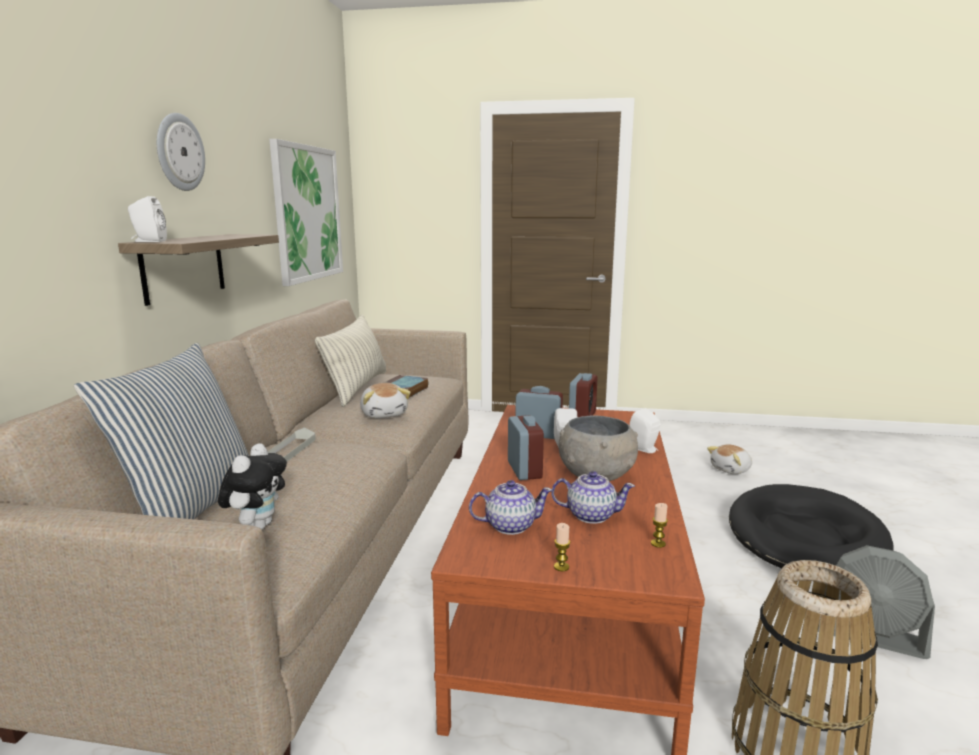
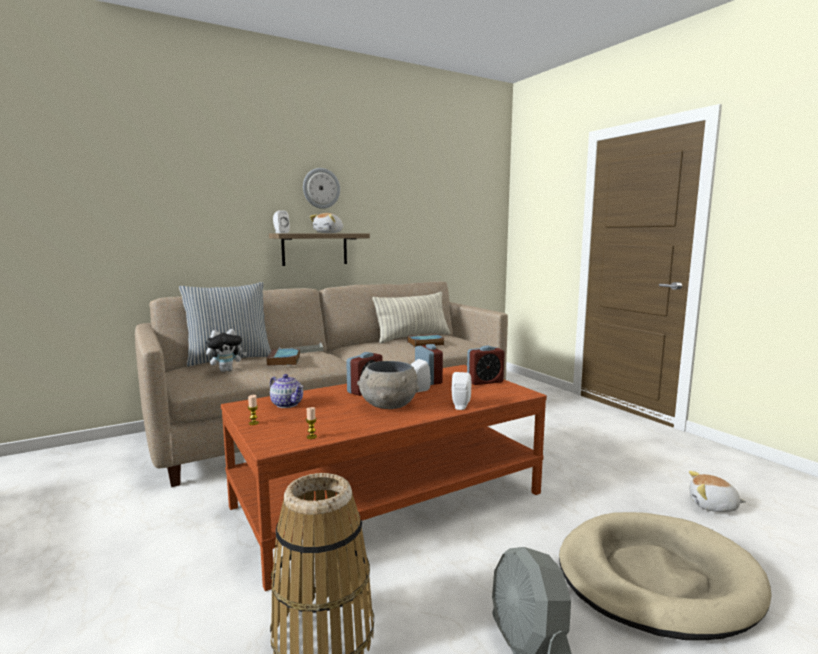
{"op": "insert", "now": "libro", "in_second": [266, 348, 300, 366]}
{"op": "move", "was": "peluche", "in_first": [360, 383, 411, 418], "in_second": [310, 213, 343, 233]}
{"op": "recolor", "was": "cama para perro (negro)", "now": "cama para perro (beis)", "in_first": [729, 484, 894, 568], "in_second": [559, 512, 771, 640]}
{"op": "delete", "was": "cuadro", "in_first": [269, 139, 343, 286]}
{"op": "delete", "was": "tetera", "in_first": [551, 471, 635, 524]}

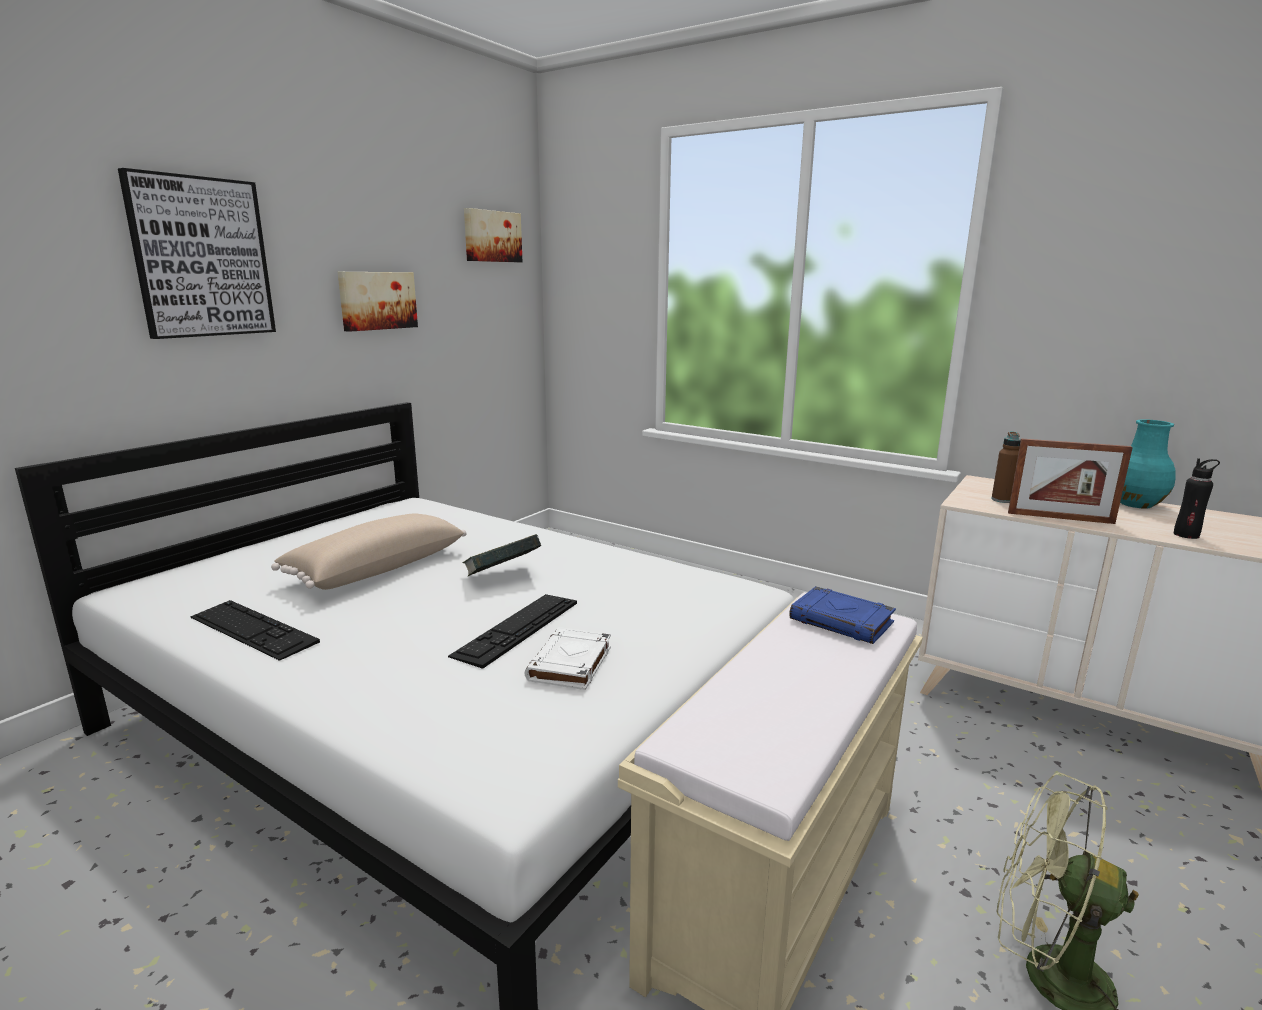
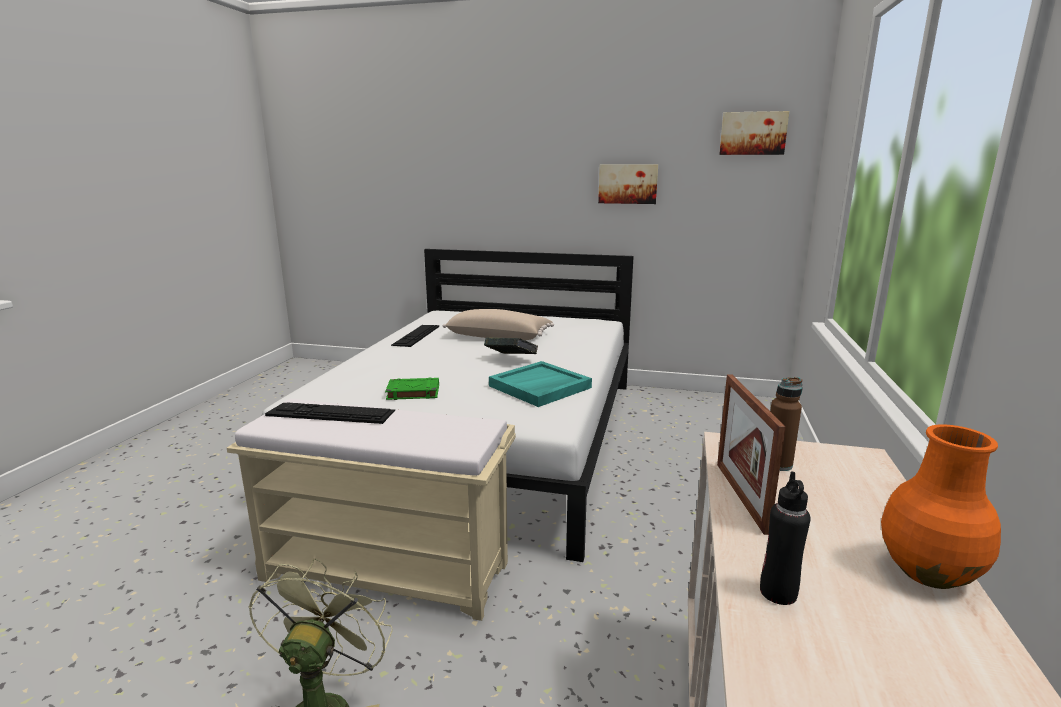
{"op": "move", "was": "teclado", "in_first": [448, 594, 577, 669], "in_second": [265, 403, 395, 424]}
{"op": "recolor", "was": "libro (blanco)", "now": "libro (verde)", "in_first": [524, 627, 611, 690], "in_second": [385, 378, 439, 400]}
{"op": "insert", "now": "bandeja (turquesa)", "in_second": [489, 361, 592, 407]}
{"op": "recolor", "was": "florero (turquesa)", "now": "florero (naranja)", "in_first": [1120, 419, 1176, 508], "in_second": [881, 424, 1001, 589]}
{"op": "delete", "was": "cuadro", "in_first": [118, 168, 276, 339]}
{"op": "delete", "was": "libro (azul)", "in_first": [789, 586, 896, 644]}

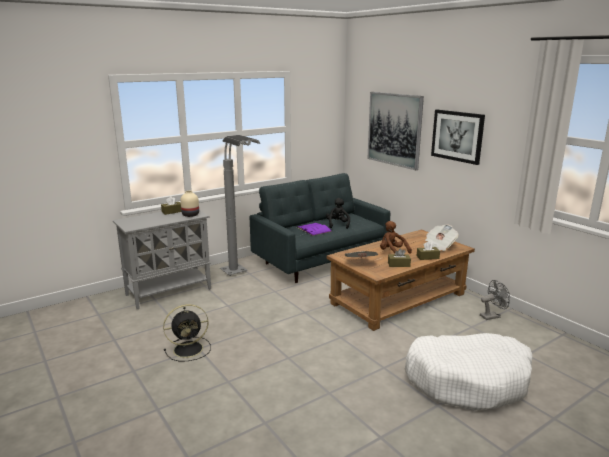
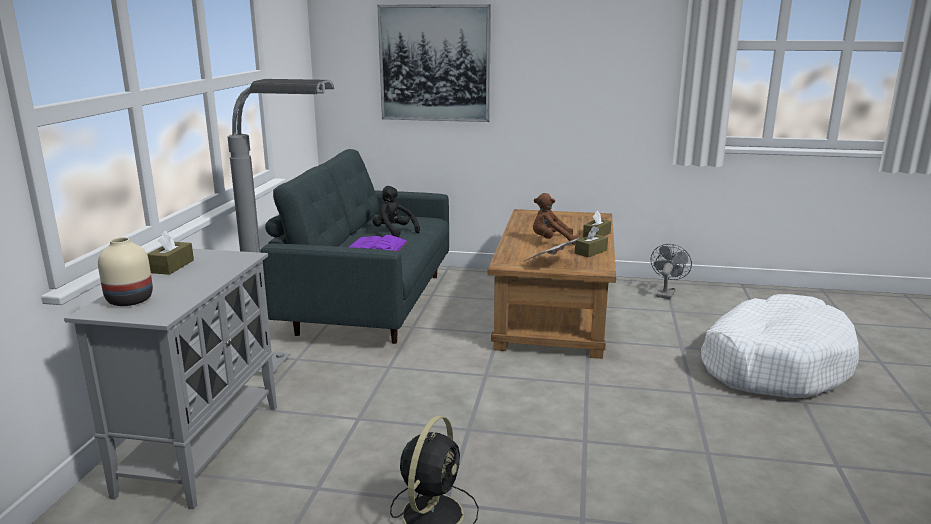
{"op": "move", "was": "florero (beis)", "in_first": [180, 191, 199, 217], "in_second": [98, 237, 153, 306]}
{"op": "delete", "was": "periódico", "in_first": [425, 225, 458, 251]}
{"op": "delete", "was": "cuadro", "in_first": [431, 110, 485, 165]}

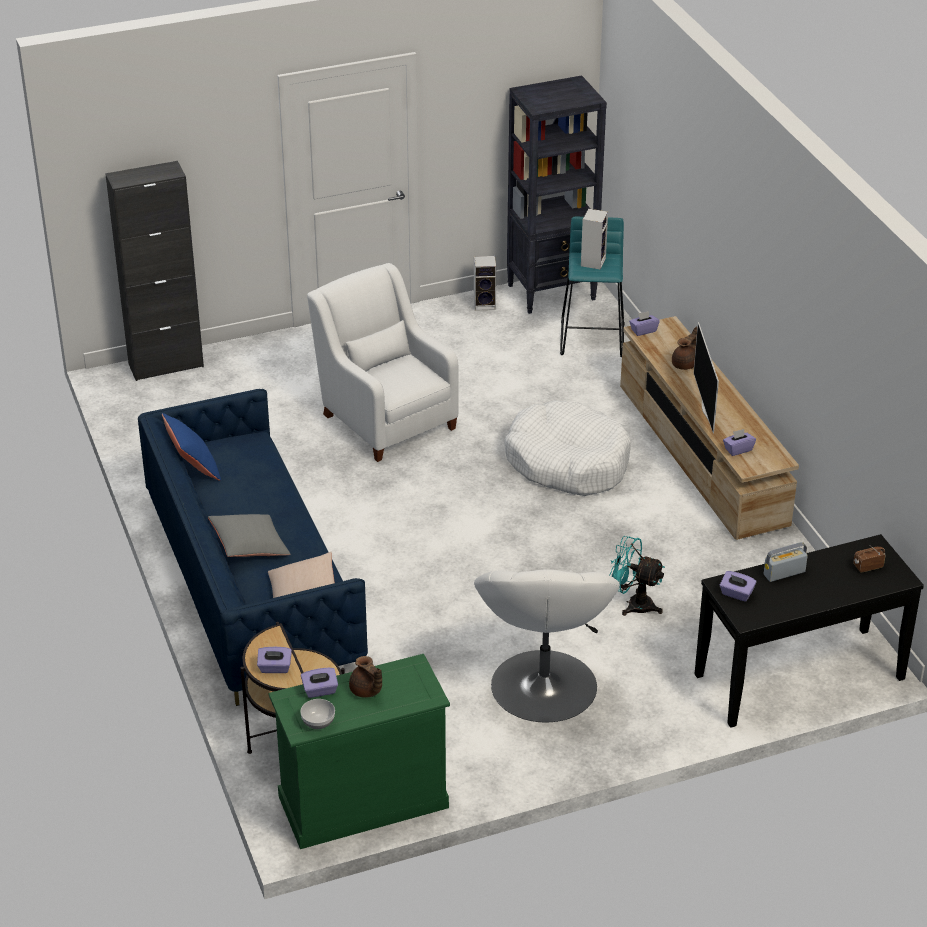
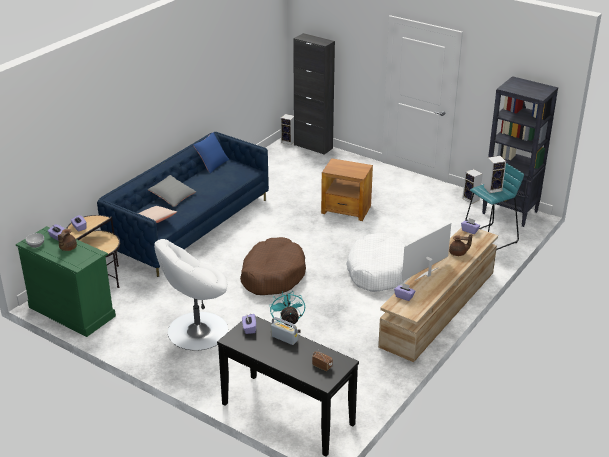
{"op": "insert", "now": "cama para perro (marrón)", "in_second": [240, 237, 306, 295]}
{"op": "insert", "now": "altavoz", "in_second": [281, 114, 294, 145]}
{"op": "replace", "was": "sillón (blanco)", "now": "mesa auxiliar (marrón)", "in_first": [307, 263, 459, 462], "in_second": [321, 158, 373, 221]}

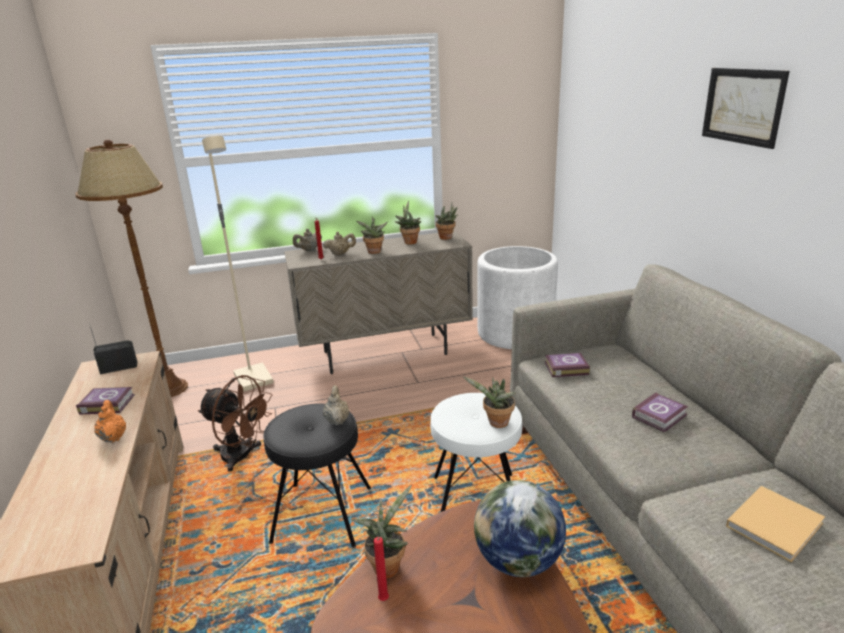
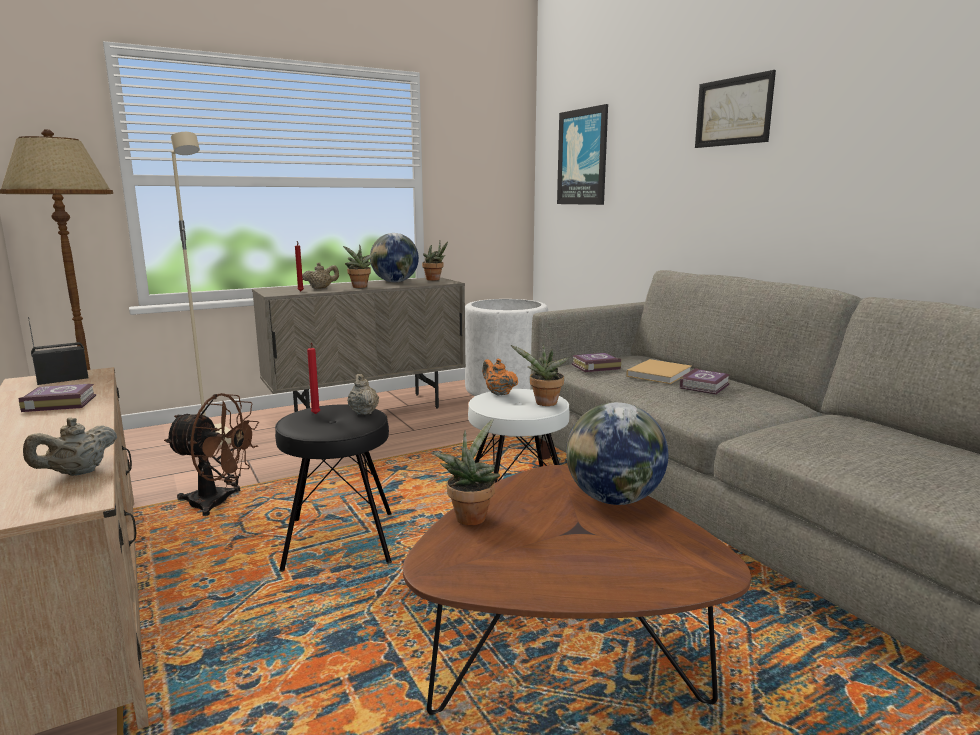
{"op": "move", "was": "tetera (beis)", "in_first": [293, 229, 322, 251], "in_second": [23, 418, 117, 476]}
{"op": "move", "was": "vela (rojo)", "in_first": [373, 537, 389, 601], "in_second": [307, 343, 320, 414]}
{"op": "replace", "was": "planta en maceta", "now": "globo terráqueo", "in_first": [395, 201, 421, 245], "in_second": [370, 233, 419, 282]}
{"op": "move", "was": "tetera (naranja)", "in_first": [94, 400, 126, 443], "in_second": [482, 358, 518, 396]}
{"op": "insert", "now": "cuadro", "in_second": [557, 104, 608, 205]}
{"op": "move", "was": "libro (beis)", "in_first": [726, 486, 825, 562], "in_second": [626, 359, 692, 384]}

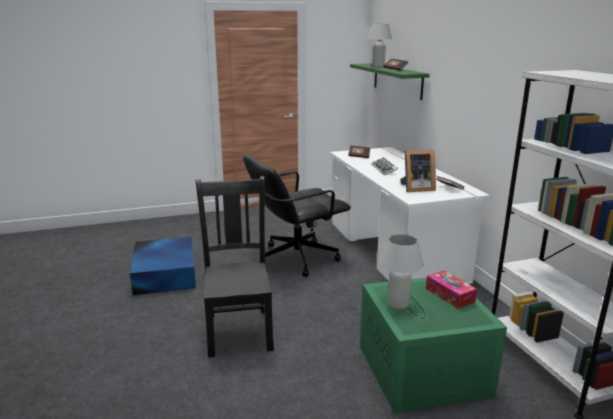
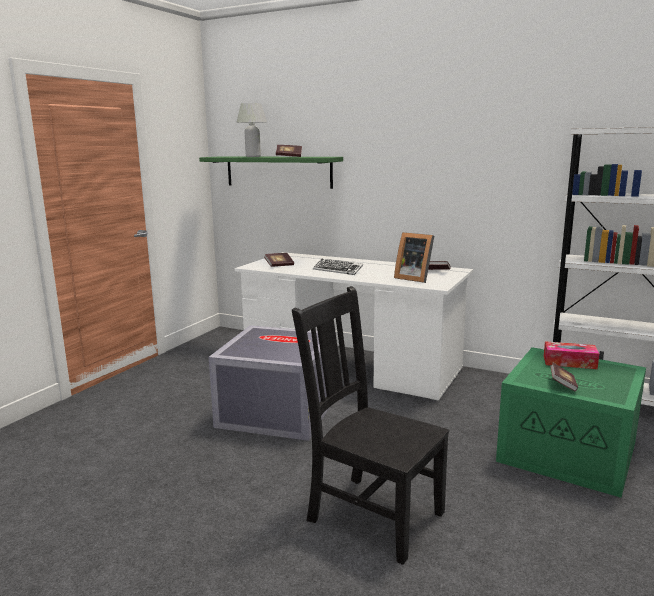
{"op": "replace", "was": "silla de oficina (negro)", "now": "caja de almacenaje (gris)", "in_first": [243, 155, 351, 277], "in_second": [209, 325, 330, 441]}
{"op": "rotate", "was": "portarretratos", "in_first": [400, 150, 436, 192], "in_second": [394, 232, 434, 283], "clockwise": 90}
{"op": "replace", "was": "lámpara de mesa (blanco)", "now": "libro", "in_first": [380, 234, 423, 309], "in_second": [550, 363, 578, 391]}
{"op": "delete", "was": "caja de almacenaje (azul)", "in_first": [130, 236, 196, 295]}

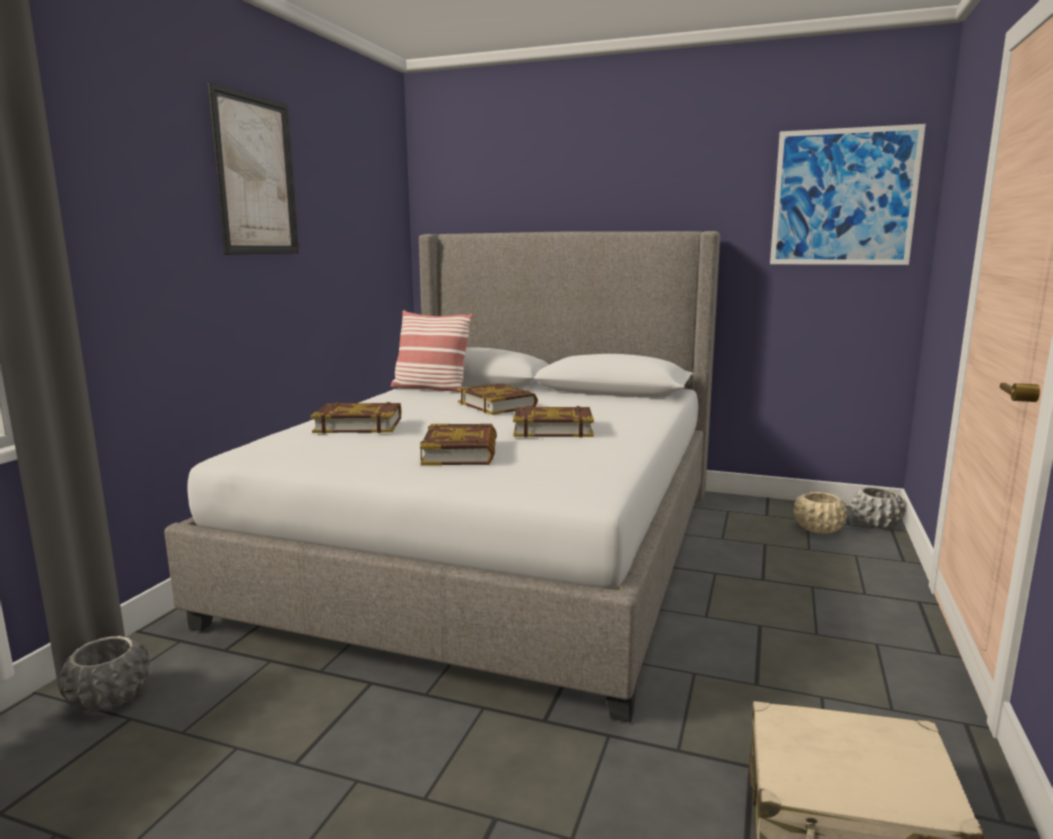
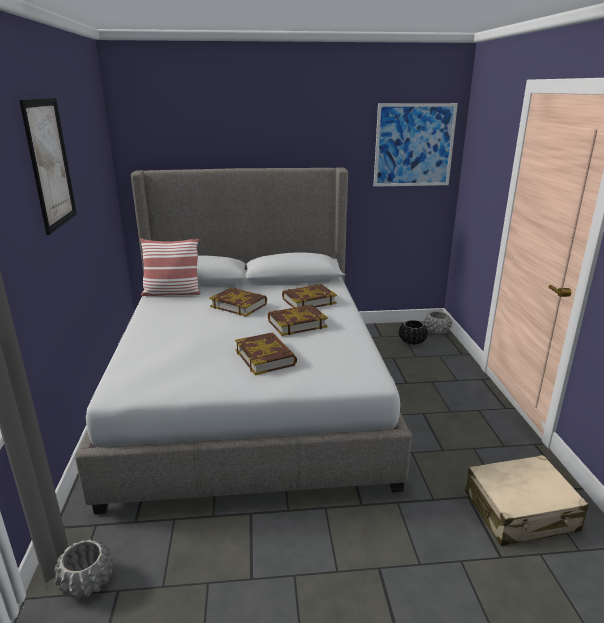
{"op": "move", "was": "libro", "in_first": [310, 402, 401, 433], "in_second": [282, 284, 337, 308]}
{"op": "recolor", "was": "maceta (beis)", "now": "maceta (negro)", "in_first": [793, 492, 847, 534], "in_second": [399, 320, 428, 345]}

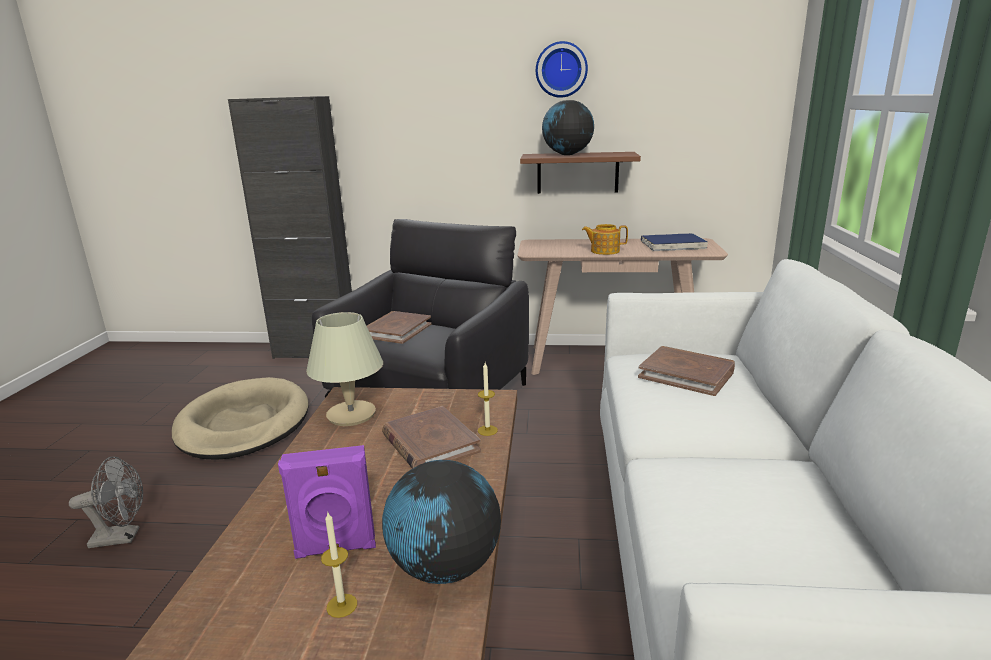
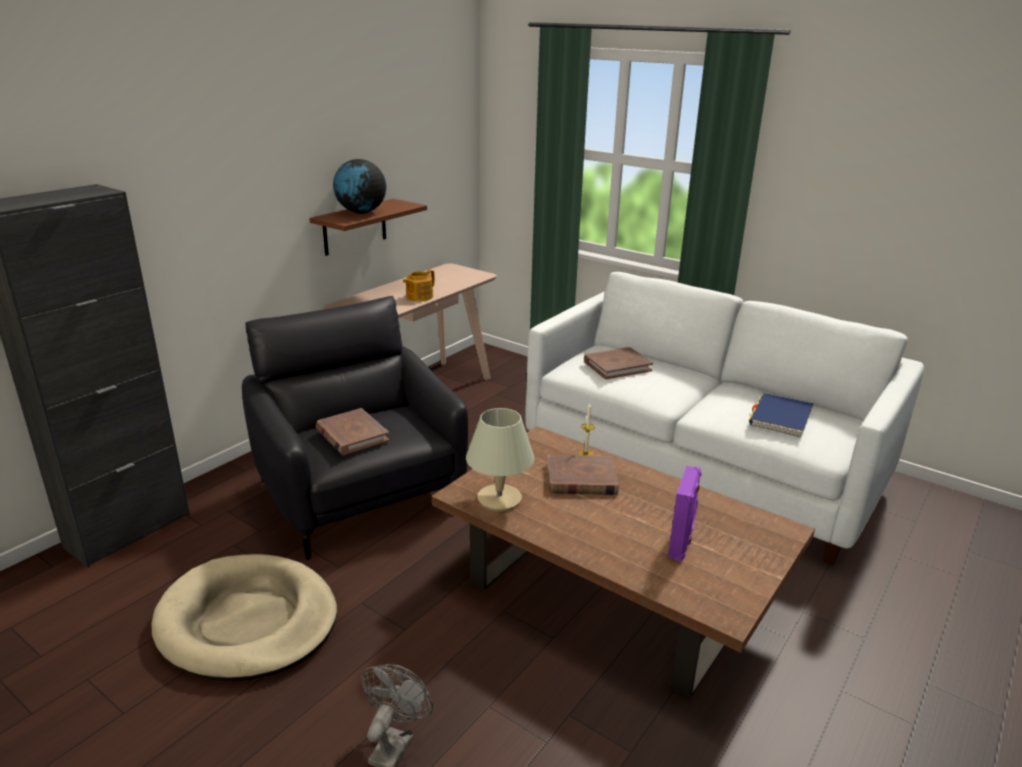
{"op": "move", "was": "libro (azul)", "in_first": [641, 233, 708, 251], "in_second": [749, 393, 813, 438]}
{"op": "delete", "was": "vela", "in_first": [321, 511, 357, 618]}
{"op": "delete", "was": "globo terráqueo", "in_first": [382, 460, 501, 584]}
{"op": "delete", "was": "reloj de pared", "in_first": [536, 41, 588, 98]}

